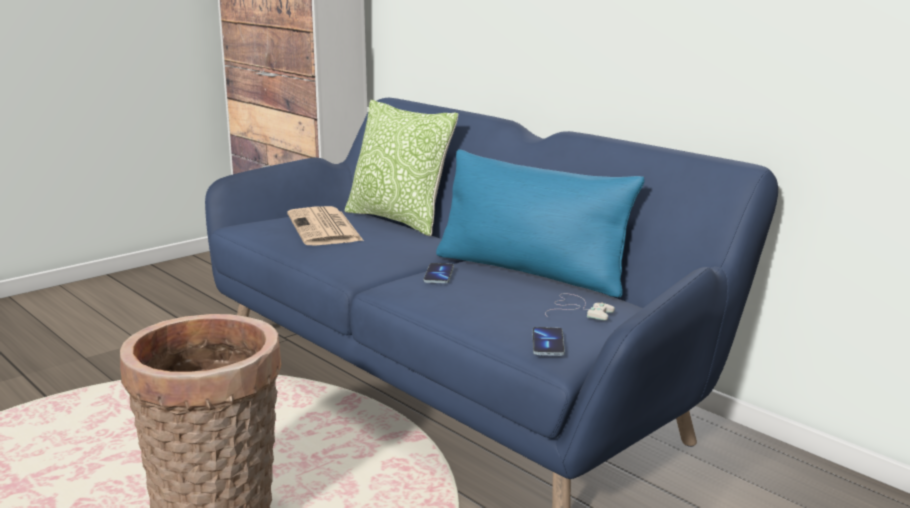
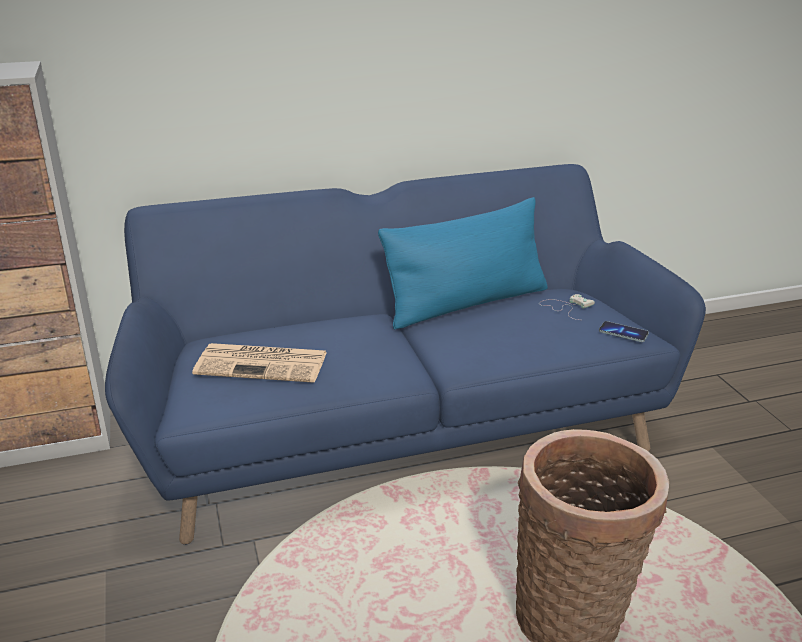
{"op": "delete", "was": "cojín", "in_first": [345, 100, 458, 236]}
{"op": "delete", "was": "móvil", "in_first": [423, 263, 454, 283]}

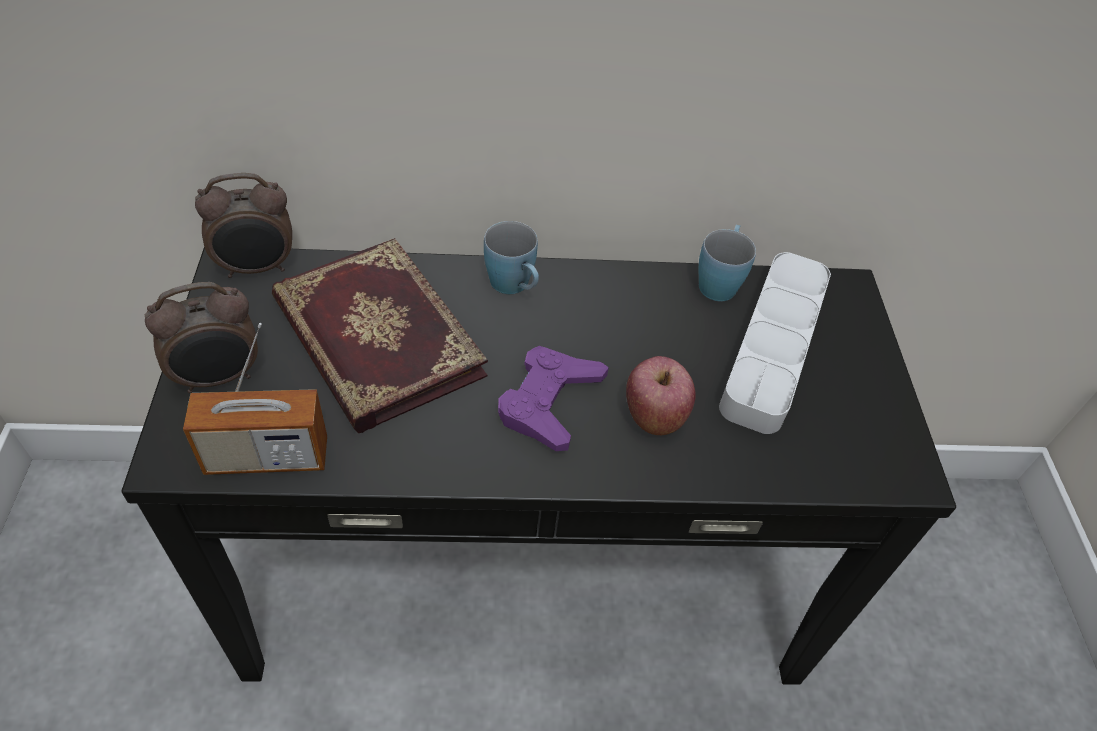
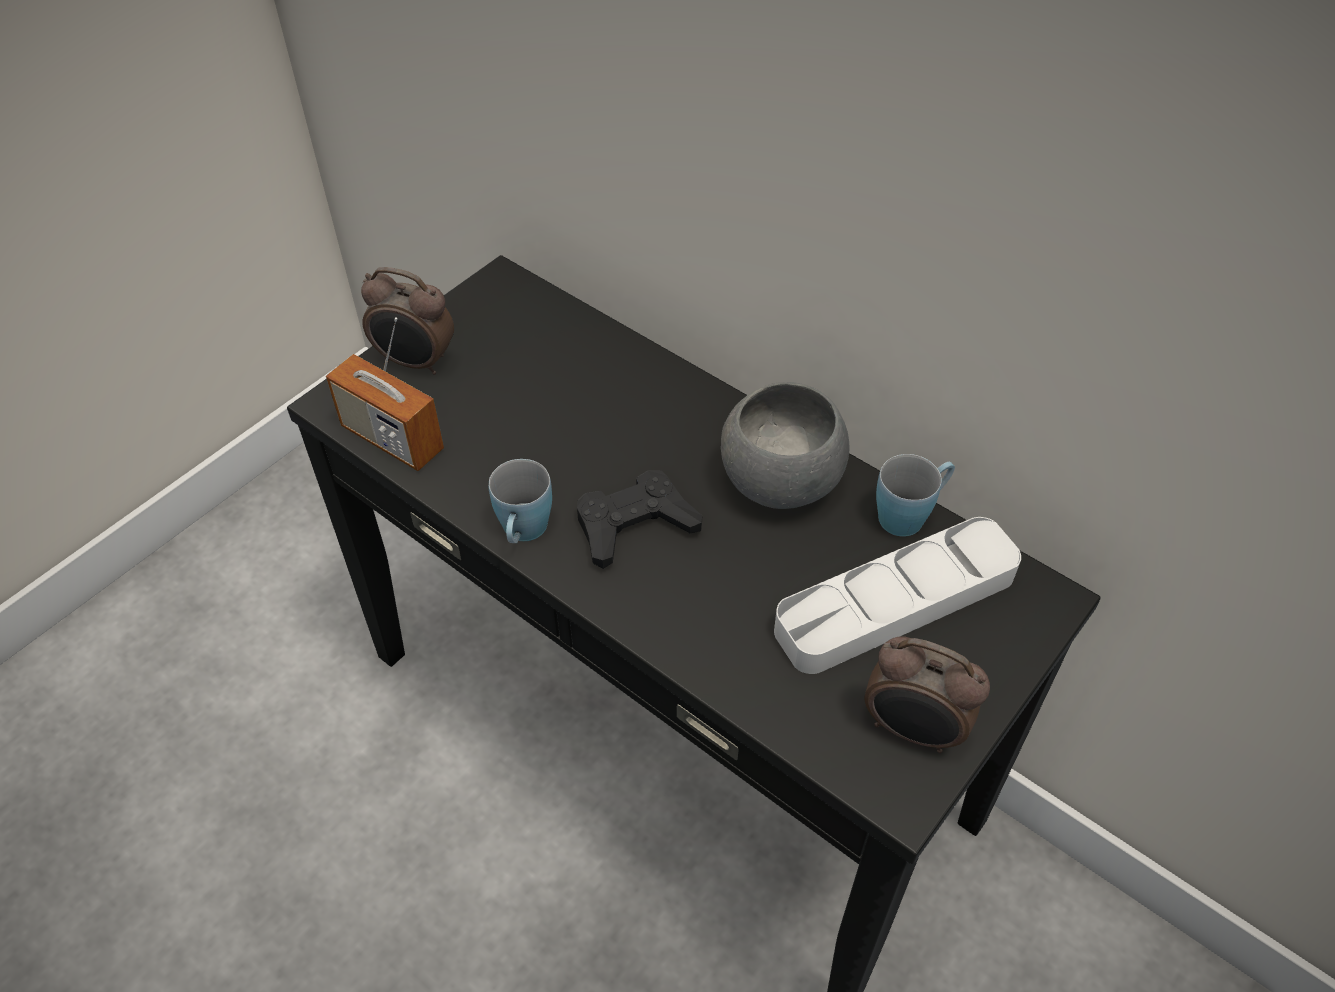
{"op": "move", "was": "taza grande (azul)", "in_first": [484, 221, 539, 294], "in_second": [489, 459, 552, 543]}
{"op": "recolor", "was": "mando de consola (morado)", "now": "mando de consola (negro)", "in_first": [498, 346, 609, 451], "in_second": [577, 470, 702, 569]}
{"op": "insert", "now": "cuenco (gris)", "in_second": [721, 382, 849, 509]}
{"op": "move", "was": "despertador", "in_first": [195, 173, 292, 278], "in_second": [865, 636, 990, 753]}
{"op": "delete", "was": "libro", "in_first": [272, 238, 488, 433]}
{"op": "delete", "was": "manzana", "in_first": [626, 356, 696, 435]}

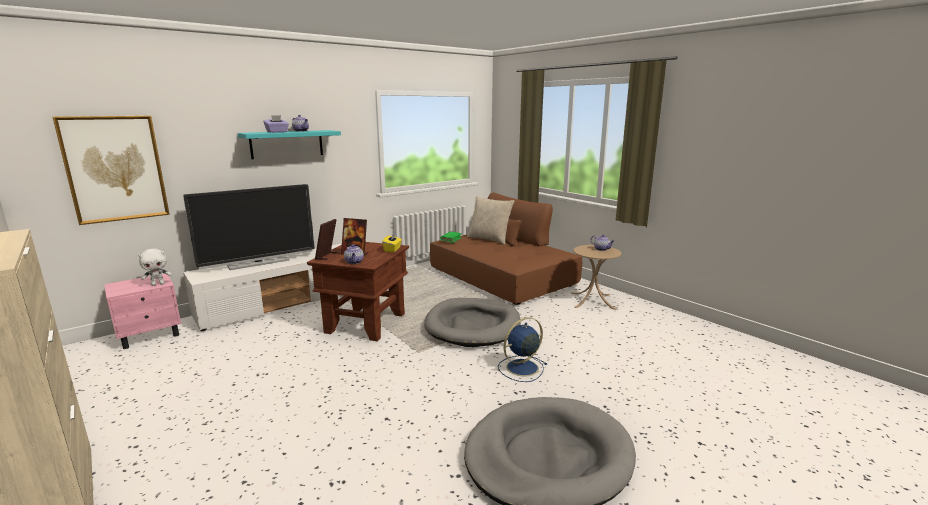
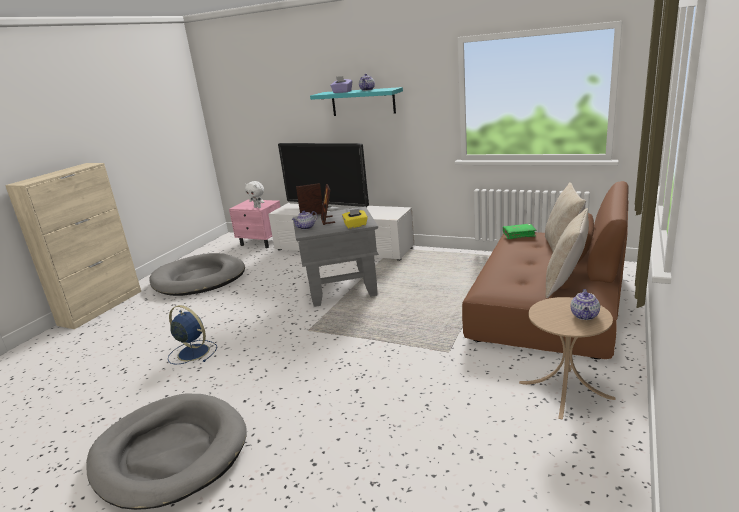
{"op": "move", "was": "cama para perro (gris)", "in_first": [424, 298, 520, 347], "in_second": [149, 253, 245, 296]}
{"op": "move", "was": "ventilador (azul)", "in_first": [498, 317, 547, 382], "in_second": [168, 305, 217, 364]}
{"op": "recolor", "was": "mesa auxiliar (marrón)", "now": "mesa auxiliar (gris)", "in_first": [307, 242, 409, 341], "in_second": [293, 206, 379, 307]}
{"op": "insert", "now": "cojín (beis)", "in_second": [545, 208, 589, 298]}
{"op": "delete", "was": "cuadro", "in_first": [53, 116, 170, 225]}

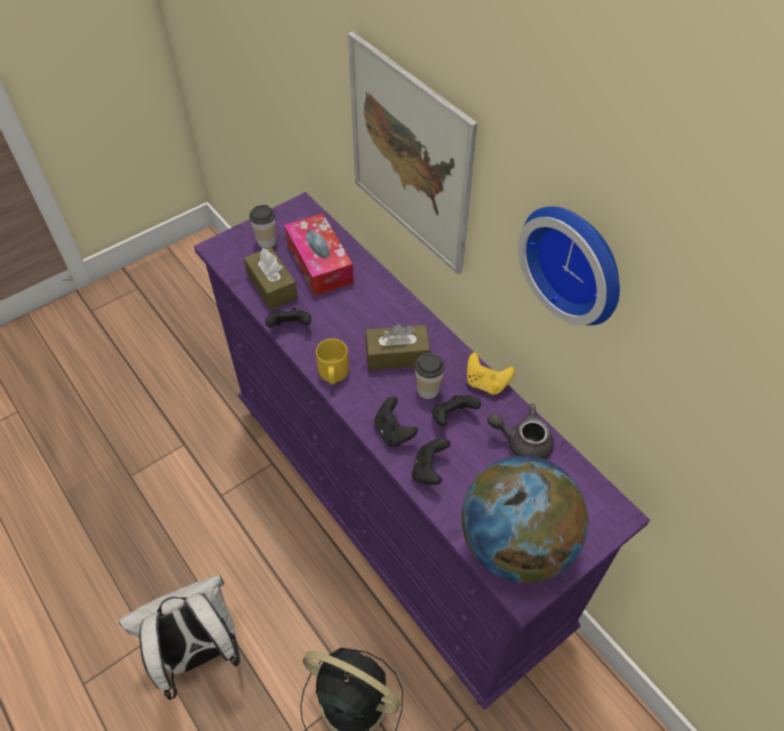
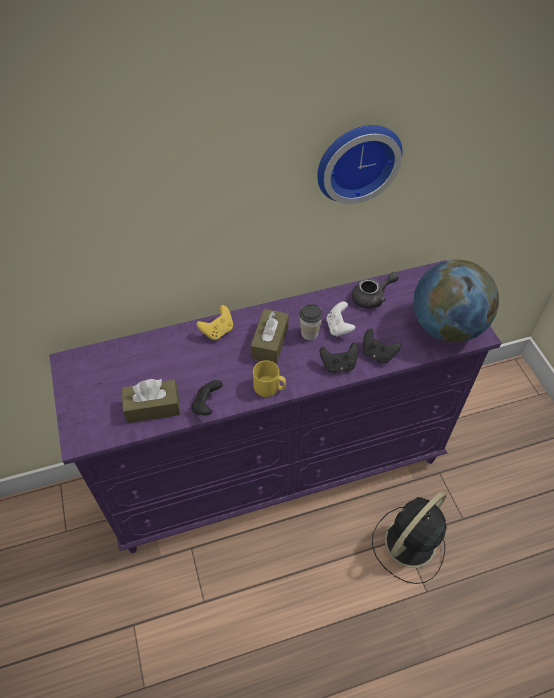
{"op": "move", "was": "mando de consola (amarillo)", "in_first": [467, 352, 515, 395], "in_second": [197, 305, 233, 340]}
{"op": "recolor", "was": "mando de consola (negro)", "now": "mando de consola (blanco)", "in_first": [432, 395, 481, 426], "in_second": [326, 301, 355, 337]}
{"op": "rotate", "was": "tetera (gris)", "in_first": [487, 404, 554, 459], "in_second": [352, 272, 399, 308], "clockwise": -150}
{"op": "delete", "was": "mochila (blanco)", "in_first": [119, 575, 240, 700]}
{"op": "delete", "was": "taza", "in_first": [249, 205, 276, 248]}
{"op": "delete", "was": "caja de pañuelos", "in_first": [284, 213, 354, 296]}
{"op": "delete", "was": "cuadro", "in_first": [348, 31, 478, 275]}

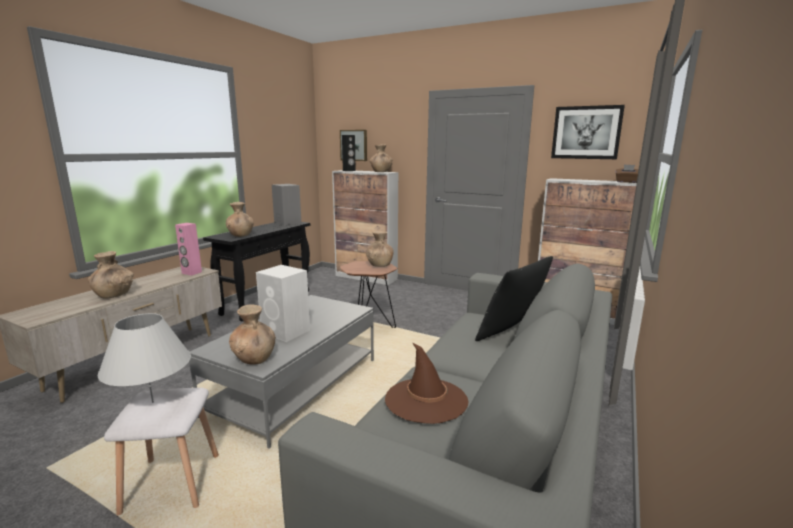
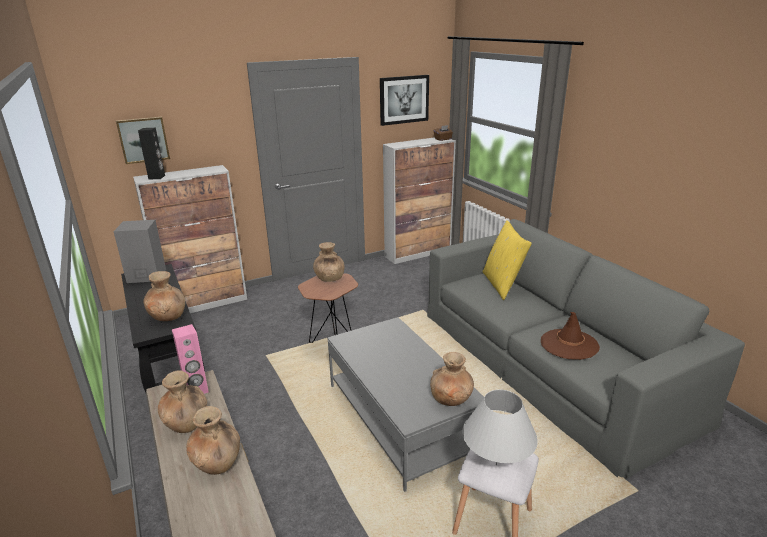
{"op": "move", "was": "florero (marrón)", "in_first": [370, 144, 393, 172], "in_second": [158, 370, 207, 433]}
{"op": "recolor", "was": "cojín (negro)", "now": "cojín (amarillo)", "in_first": [475, 256, 553, 341], "in_second": [483, 220, 532, 300]}
{"op": "delete", "was": "altavoz (blanco)", "in_first": [256, 265, 310, 342]}

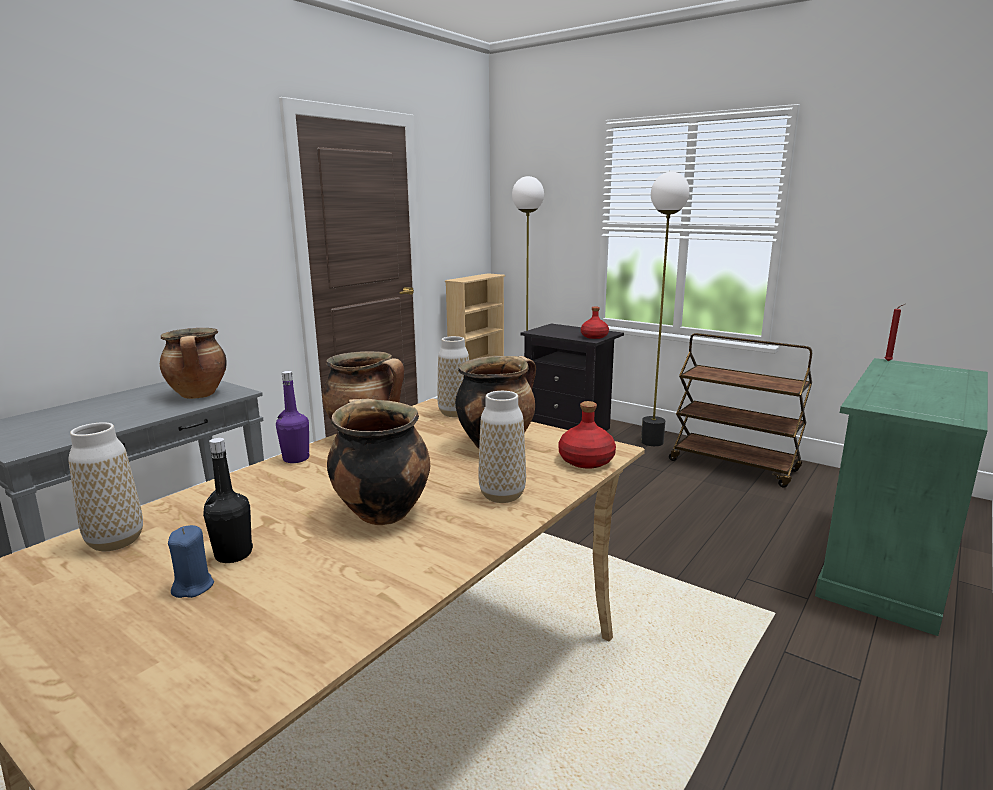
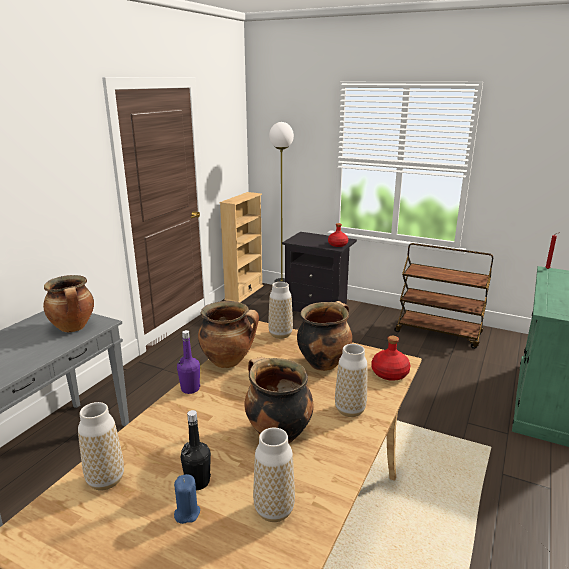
{"op": "insert", "now": "florero", "in_second": [253, 428, 295, 522]}
{"op": "delete", "was": "lámpara de pie", "in_first": [641, 172, 690, 446]}

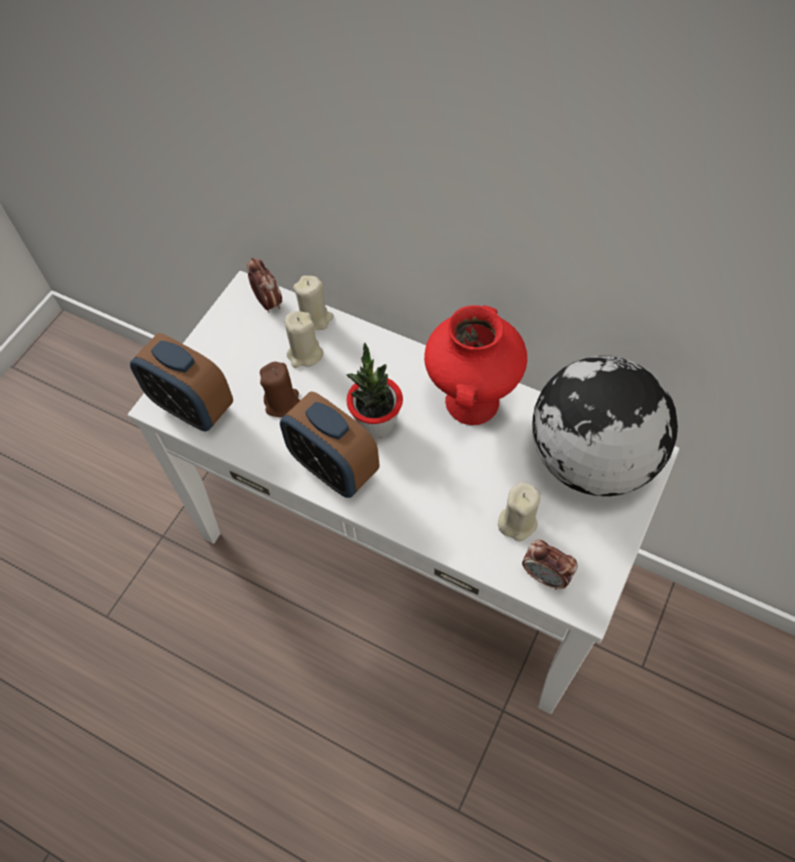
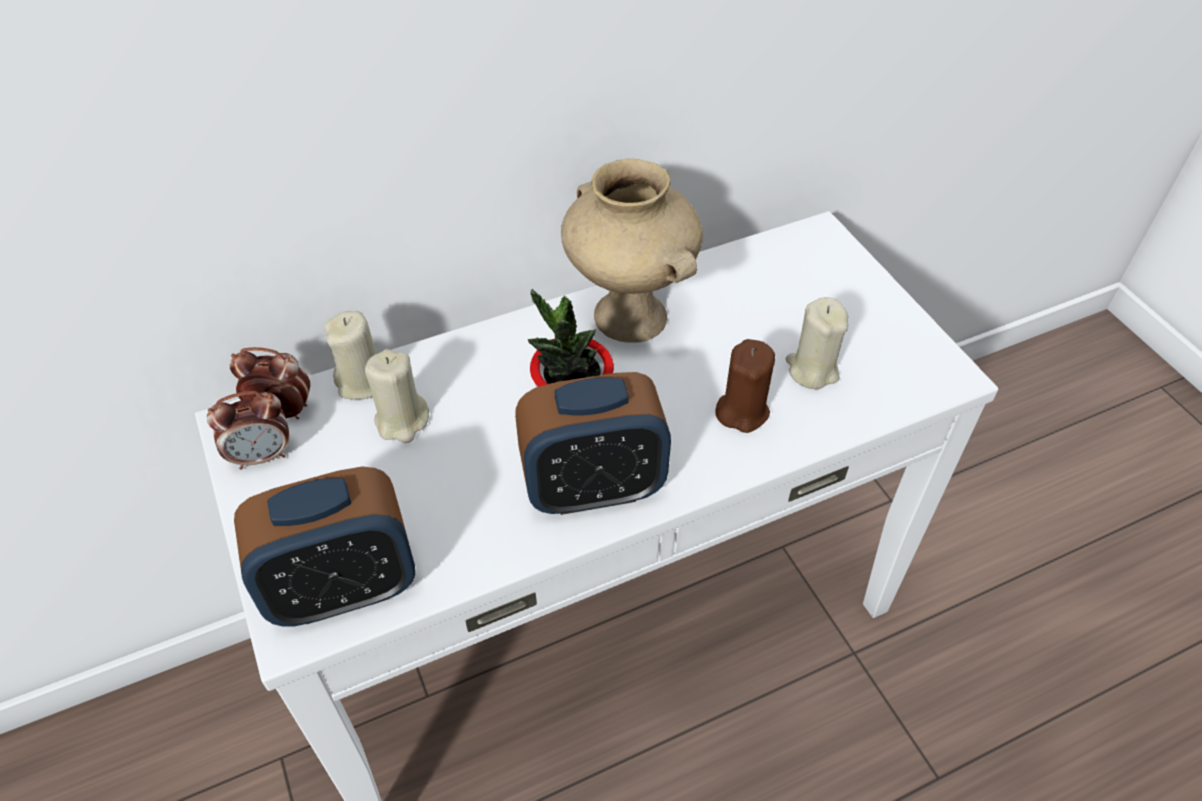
{"op": "move", "was": "despertador", "in_first": [522, 540, 578, 589], "in_second": [207, 391, 289, 470]}
{"op": "recolor", "was": "florero (rojo)", "now": "florero (beis)", "in_first": [424, 305, 527, 425], "in_second": [561, 158, 703, 343]}
{"op": "move", "was": "vela (marrón)", "in_first": [260, 362, 300, 417], "in_second": [716, 339, 775, 433]}
{"op": "delete", "was": "globo terráqueo", "in_first": [532, 356, 678, 496]}

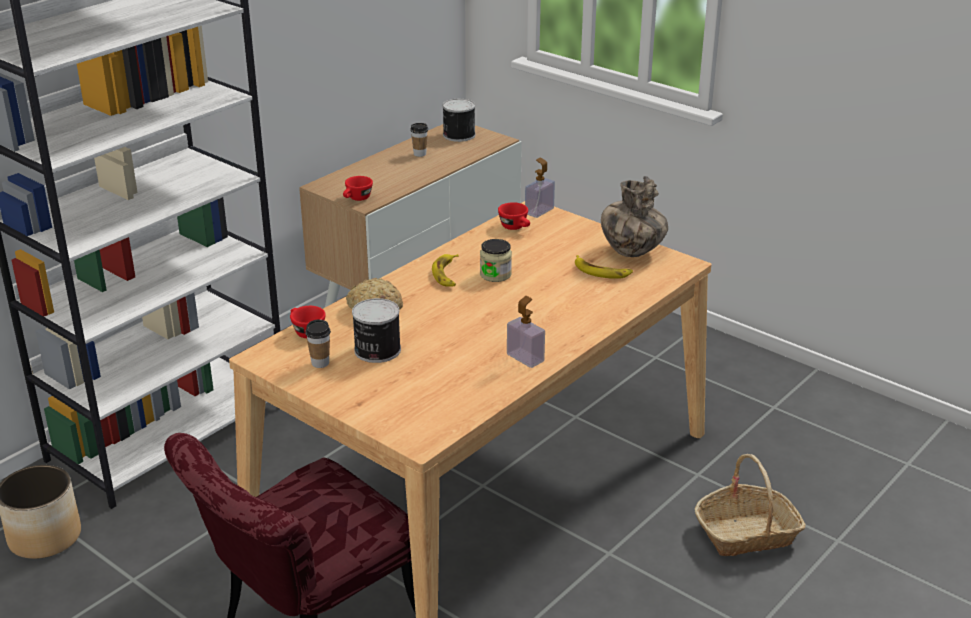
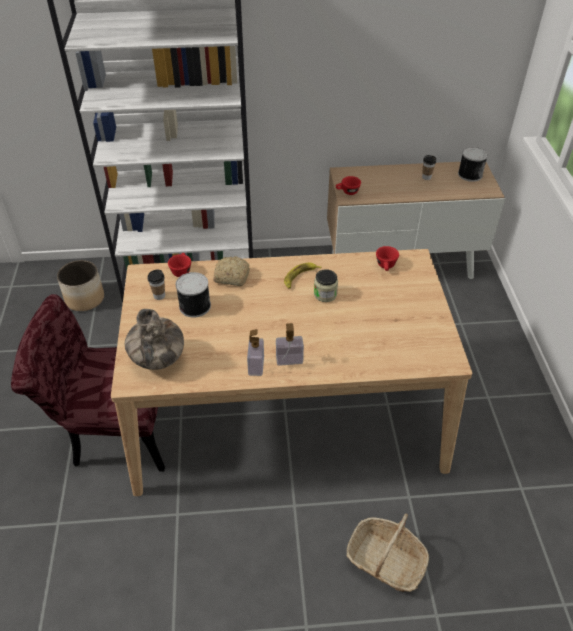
{"op": "move", "was": "florero", "in_first": [601, 176, 668, 257], "in_second": [125, 309, 184, 370]}
{"op": "move", "was": "dispensador de jabón", "in_first": [525, 158, 555, 218], "in_second": [276, 323, 304, 366]}
{"op": "delete", "was": "plátano", "in_first": [575, 255, 633, 279]}

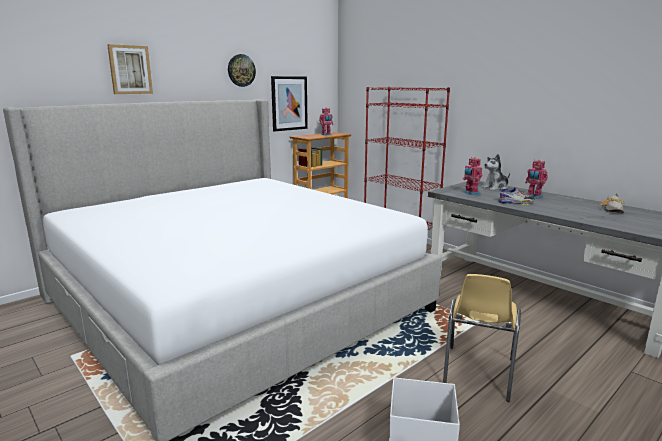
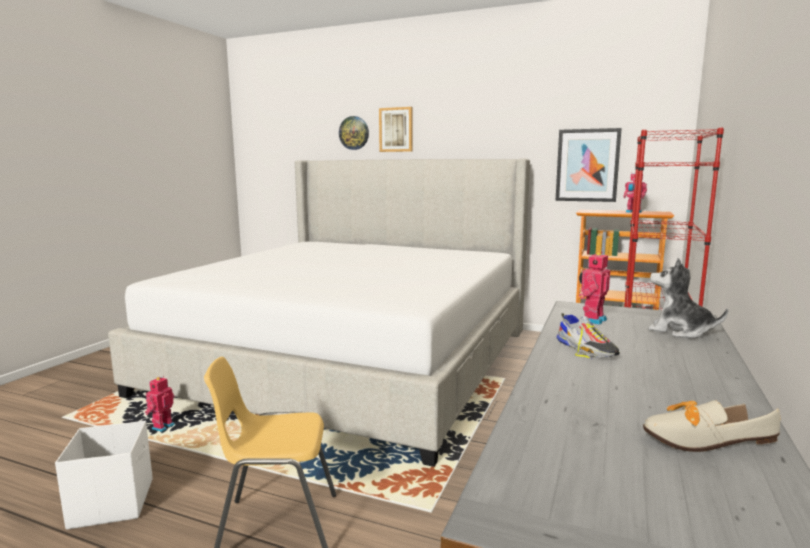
{"op": "move", "was": "robot de juguete", "in_first": [525, 160, 548, 199], "in_second": [145, 376, 175, 432]}
{"op": "move", "was": "reloj de pared", "in_first": [228, 54, 256, 87], "in_second": [339, 116, 369, 150]}

